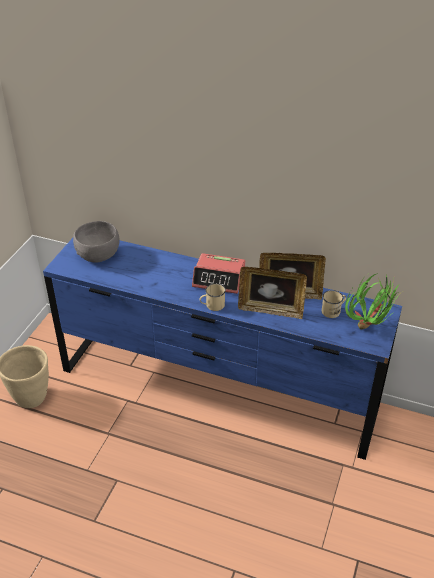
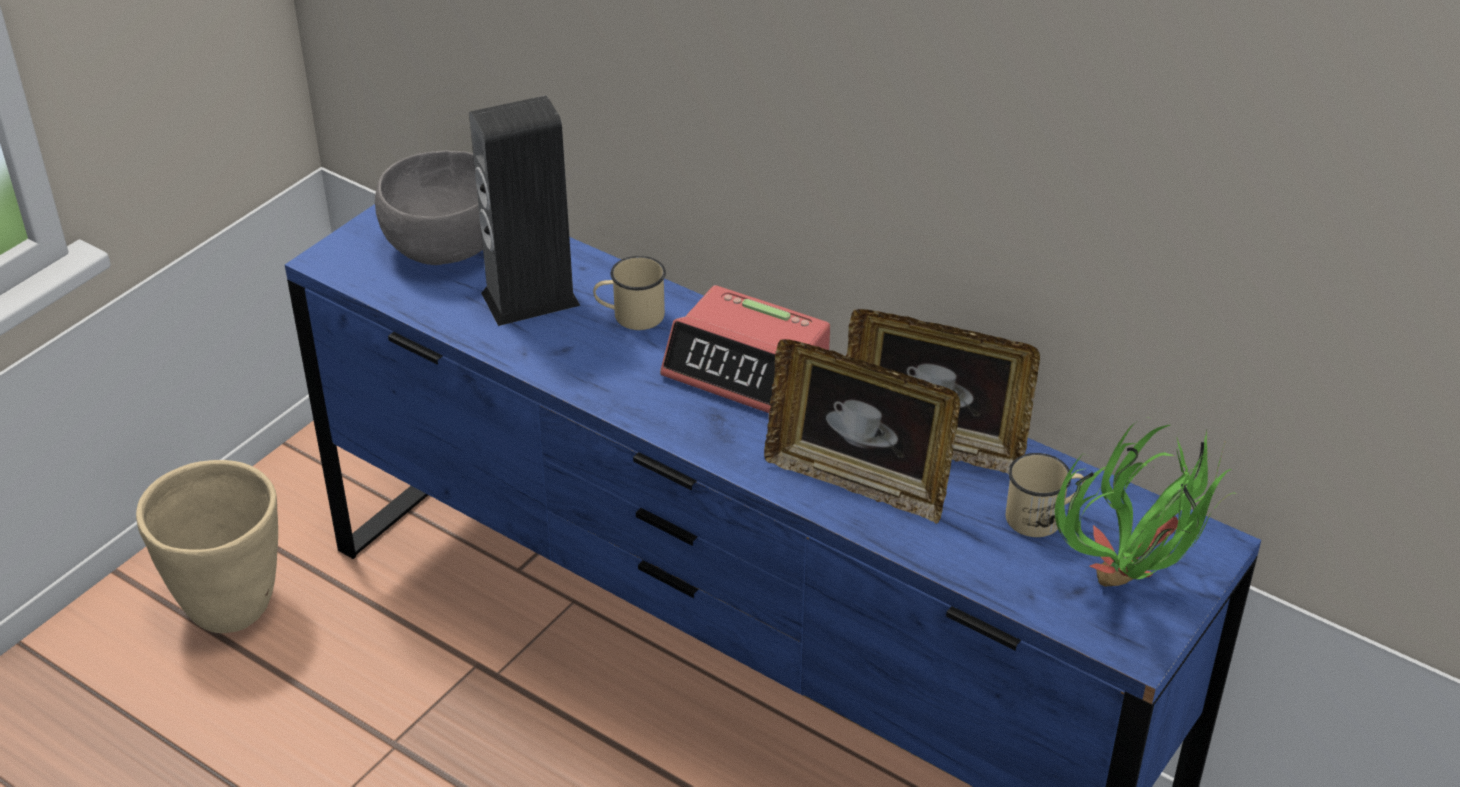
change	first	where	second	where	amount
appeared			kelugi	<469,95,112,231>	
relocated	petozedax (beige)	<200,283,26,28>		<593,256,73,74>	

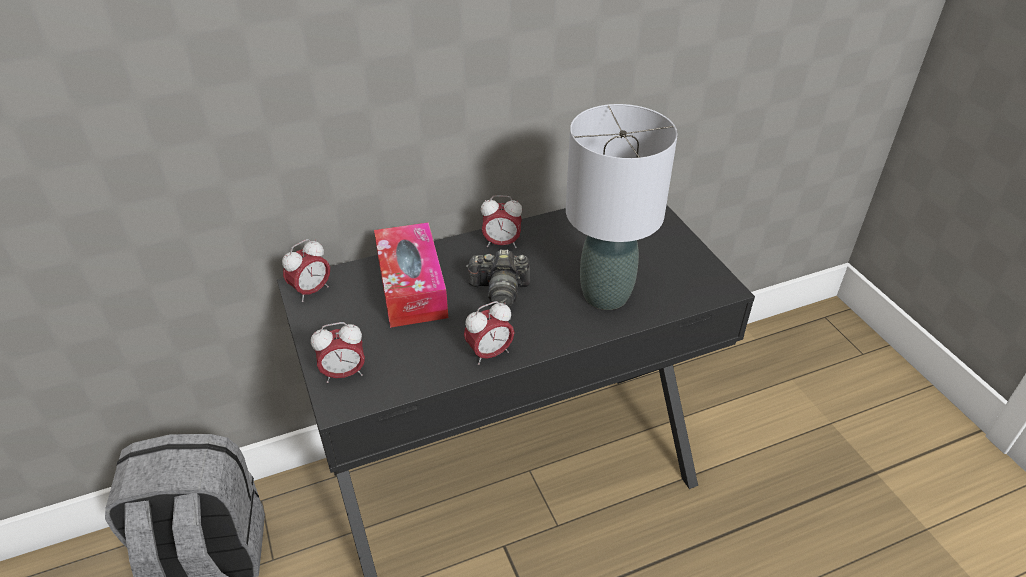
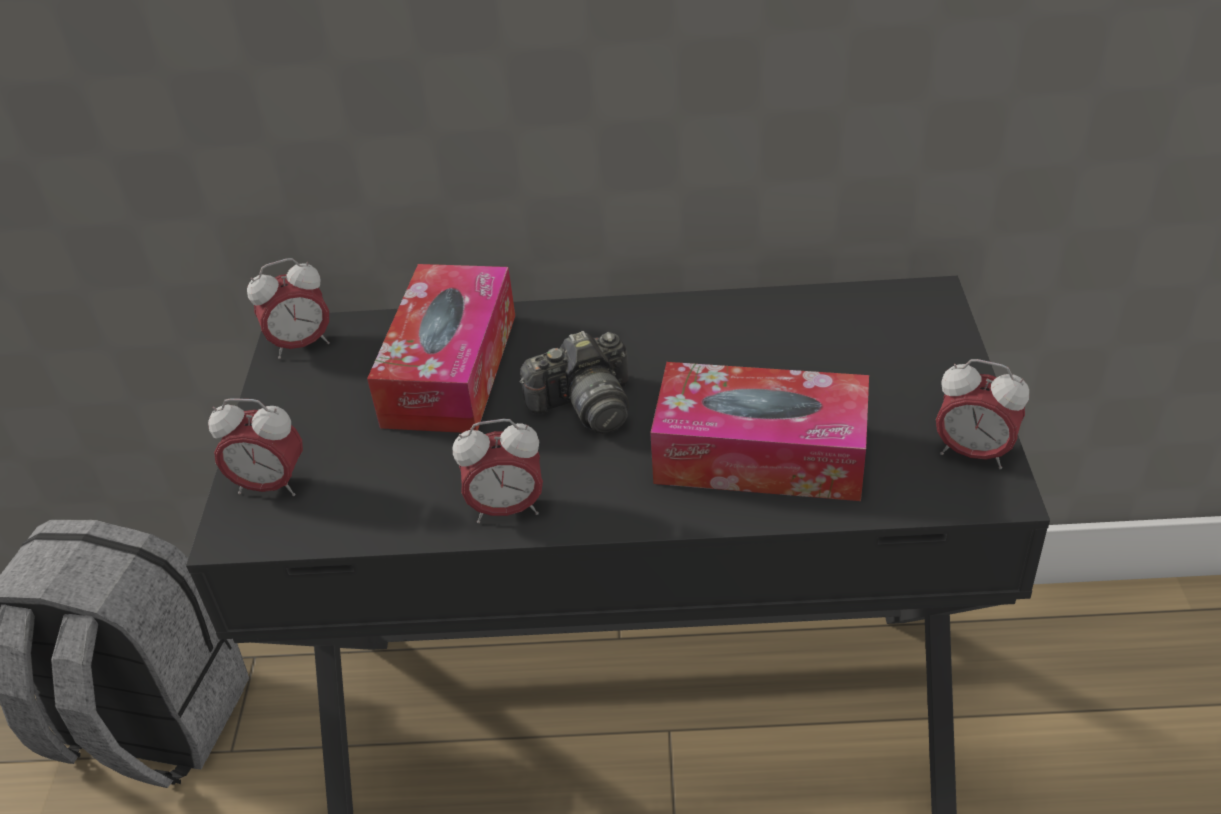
change	first	where	second	where	amount
relocated	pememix	<481,195,41,53>		<936,359,93,110>	
exchanged	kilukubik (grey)	<566,104,112,206>	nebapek	<650,362,219,139>	
spun	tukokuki	<466,249,64,58>		<520,331,109,103>	45 degrees counterclockwise

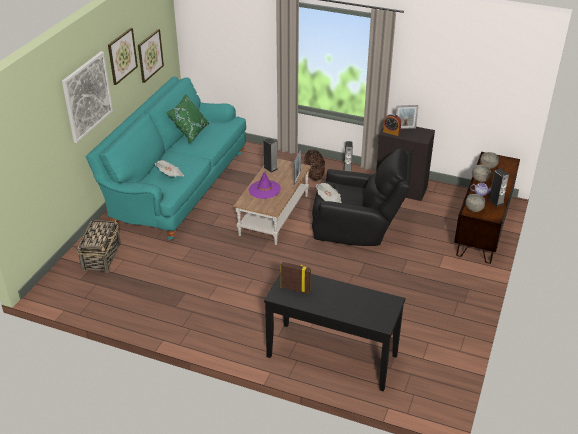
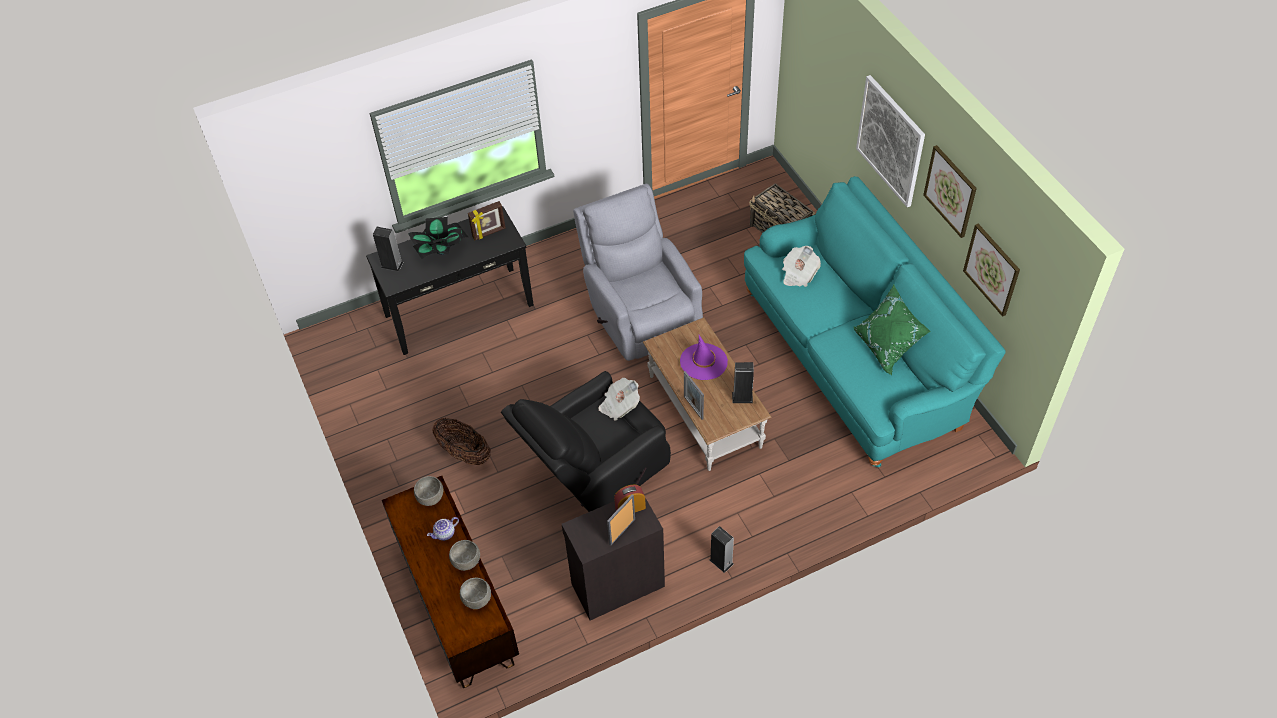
change	first	where	second	where	amount
appeared			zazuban	<408,217,60,42>	
appeared			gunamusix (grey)	<573,183,130,178>	
relocated	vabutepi	<304,150,21,31>		<432,418,59,47>	
relocated	kelugi	<488,168,21,39>		<373,227,30,45>	

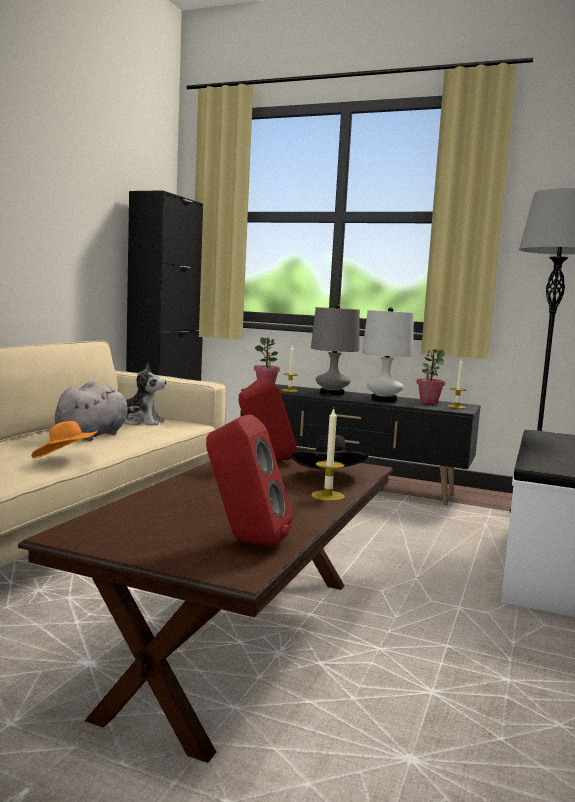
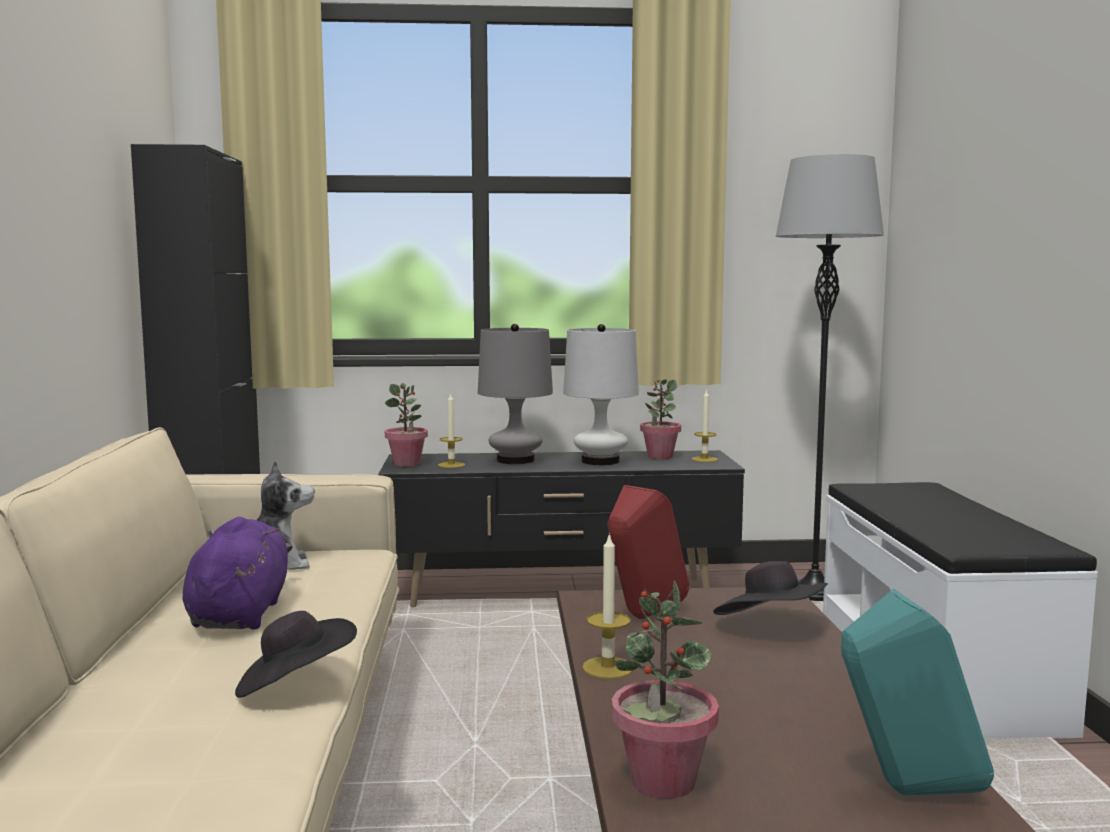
change	first	where	second	where	amount
appeared			zazuban	<612,580,107,219>	
relocated	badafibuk	<311,408,34,93>		<582,532,51,147>	
colour	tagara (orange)	<31,421,67,37>	tagara (black)	<235,611,122,87>	
colour	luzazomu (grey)	<55,381,85,60>	luzazomu (purple)	<182,517,111,112>	
colour	kelugi (red)	<206,415,87,132>	kelugi (turquoise)	<841,589,153,206>	

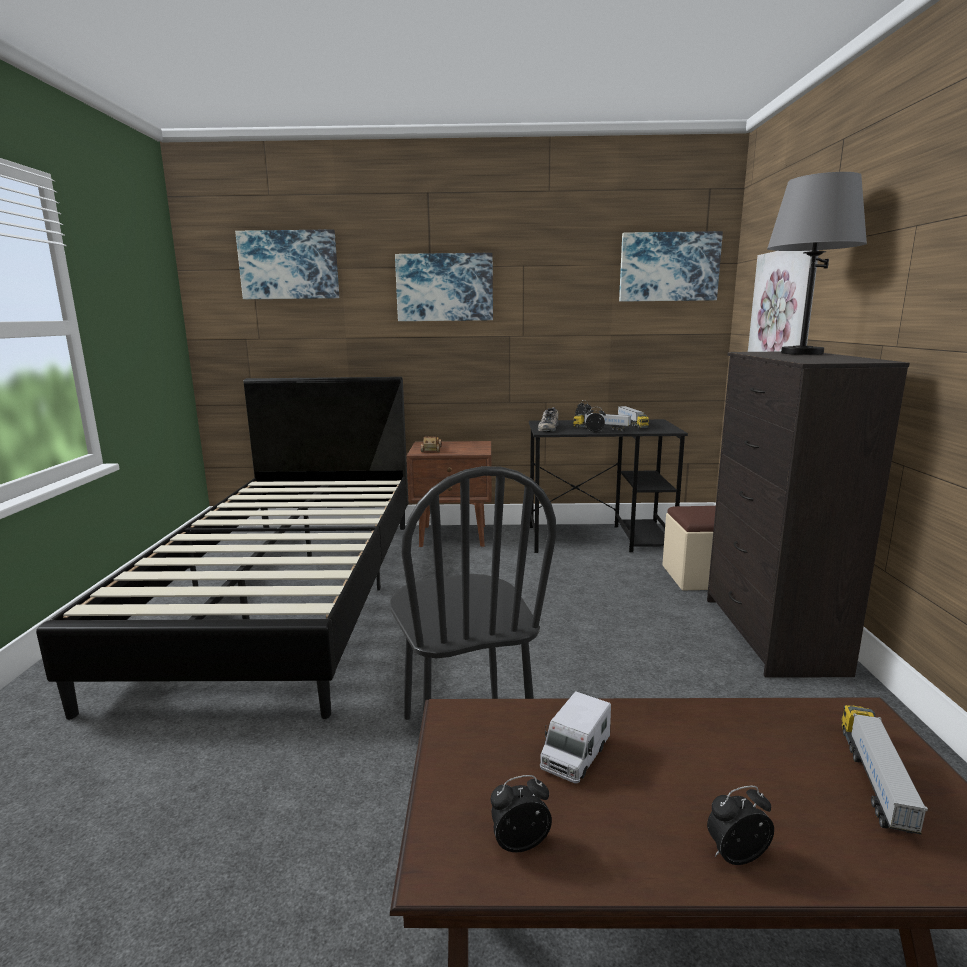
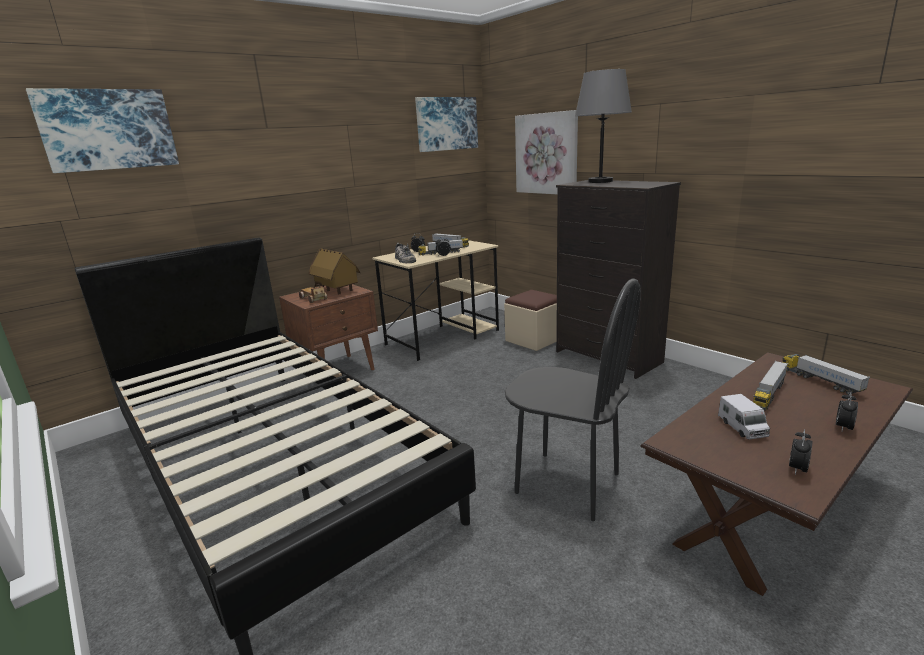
change	first	where	second	where	amount
missing	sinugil	<395,253,98,68>			
appeared			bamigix	<308,248,52,46>	
appeared			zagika	<753,361,35,50>	
colour	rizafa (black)	<529,419,159,134>	rizafa (beige)	<372,240,127,121>	

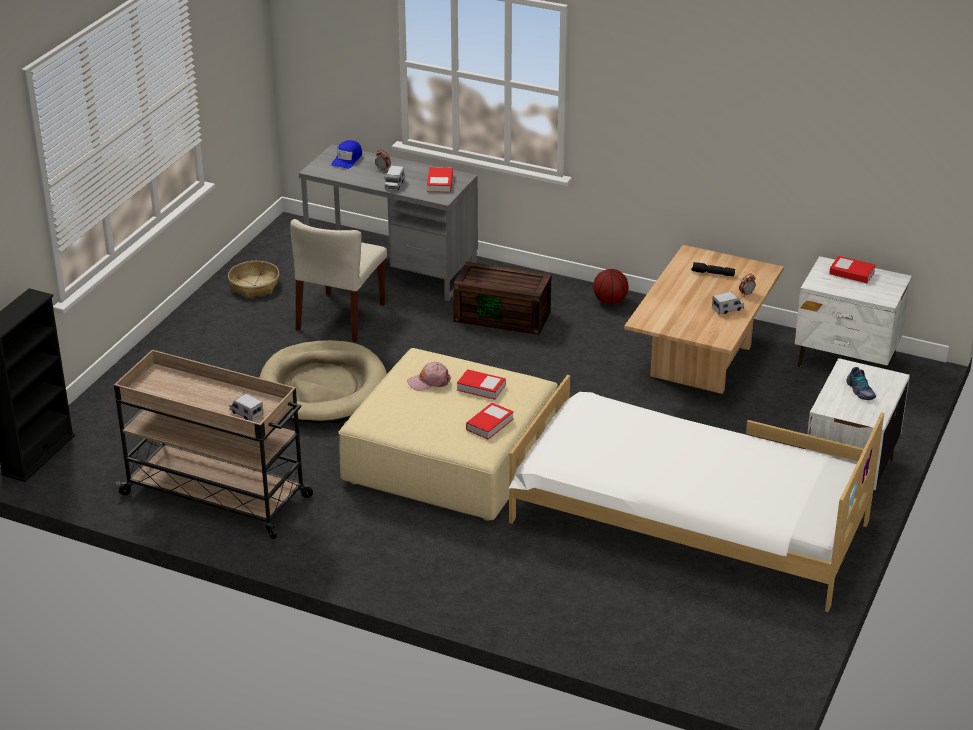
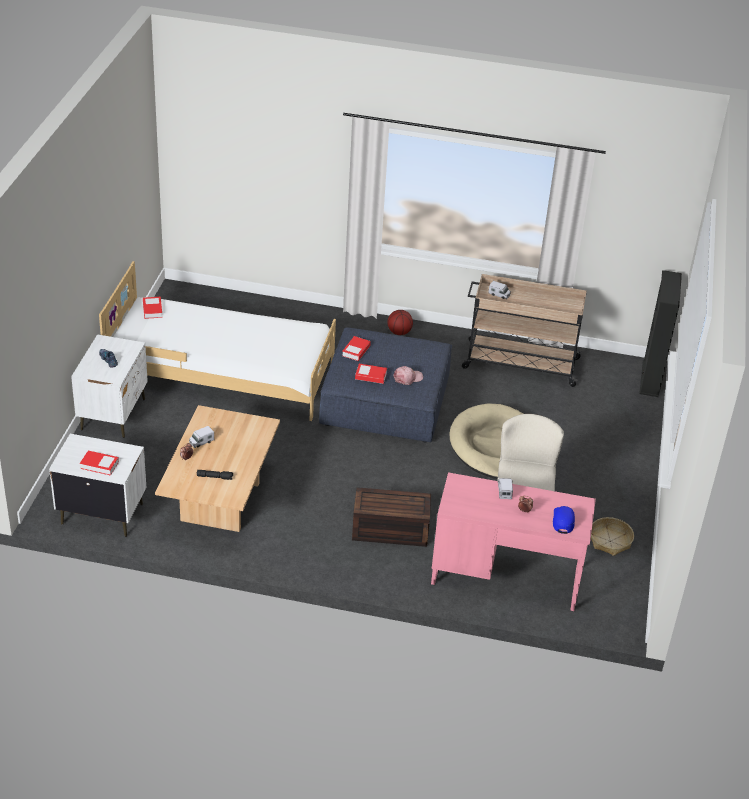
change	first	where	second	where	amount
relocated	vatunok	<427,167,26,26>		<143,297,20,22>	
relocated	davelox	<593,269,36,35>		<387,310,26,25>	
colour	rizafa (grey)	<299,144,179,157>	rizafa (pink)	<431,472,165,139>	
colour	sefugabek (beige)	<338,348,219,173>	sefugabek (blue)	<319,327,133,115>	

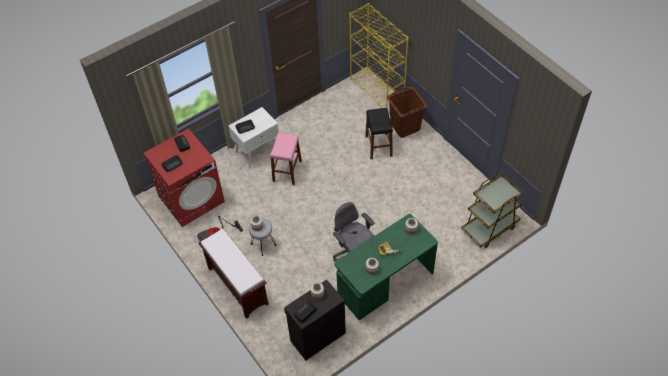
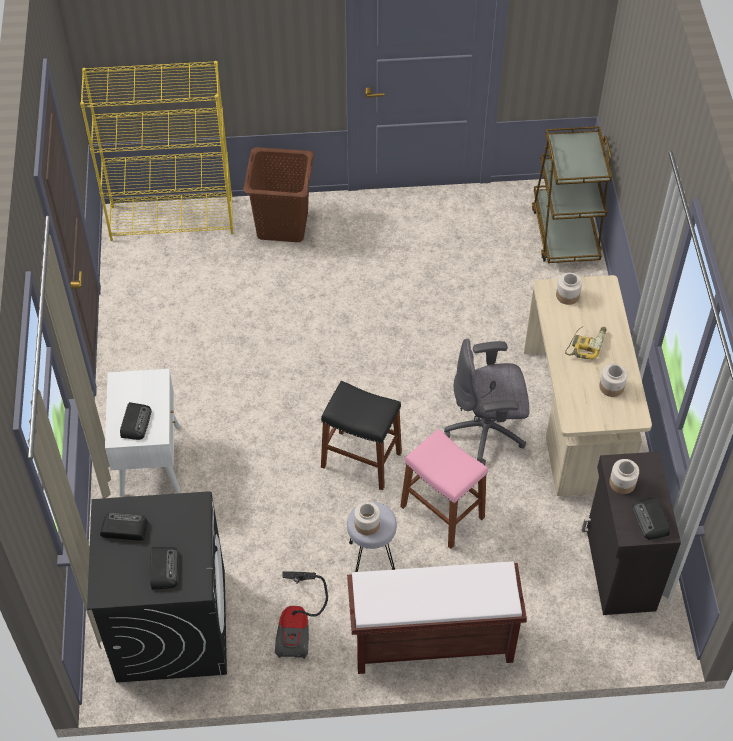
change	first	where	second	where	amount
relocated	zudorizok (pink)	<270,133,32,52>		<400,429,88,120>	
relocated	zudorizok (black)	<365,108,28,51>		<321,381,81,110>	
colour	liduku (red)	<143,128,82,99>	liduku (black)	<87,491,140,192>	
colour	rizafa (green)	<334,214,104,106>	rizafa (beige)	<524,275,128,221>	

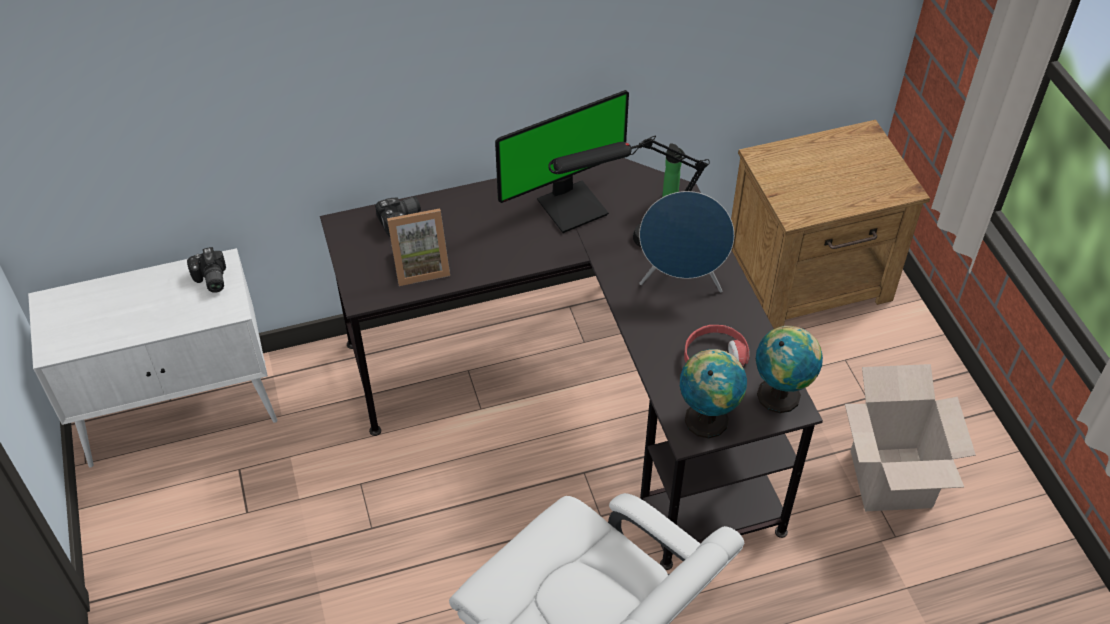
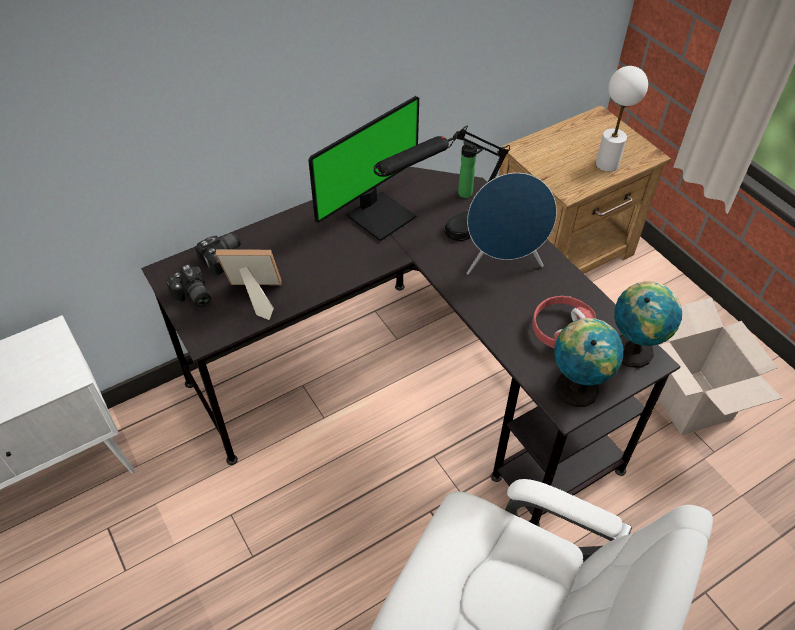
change	first	where	second	where	amount
appeared			kilukubik (white)	<596,66,52,106>	
relocated	tukokuki	<187,247,39,46>		<166,264,45,44>	
spun	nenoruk	<387,208,63,78>		<216,249,65,71>	150 degrees counterclockwise

